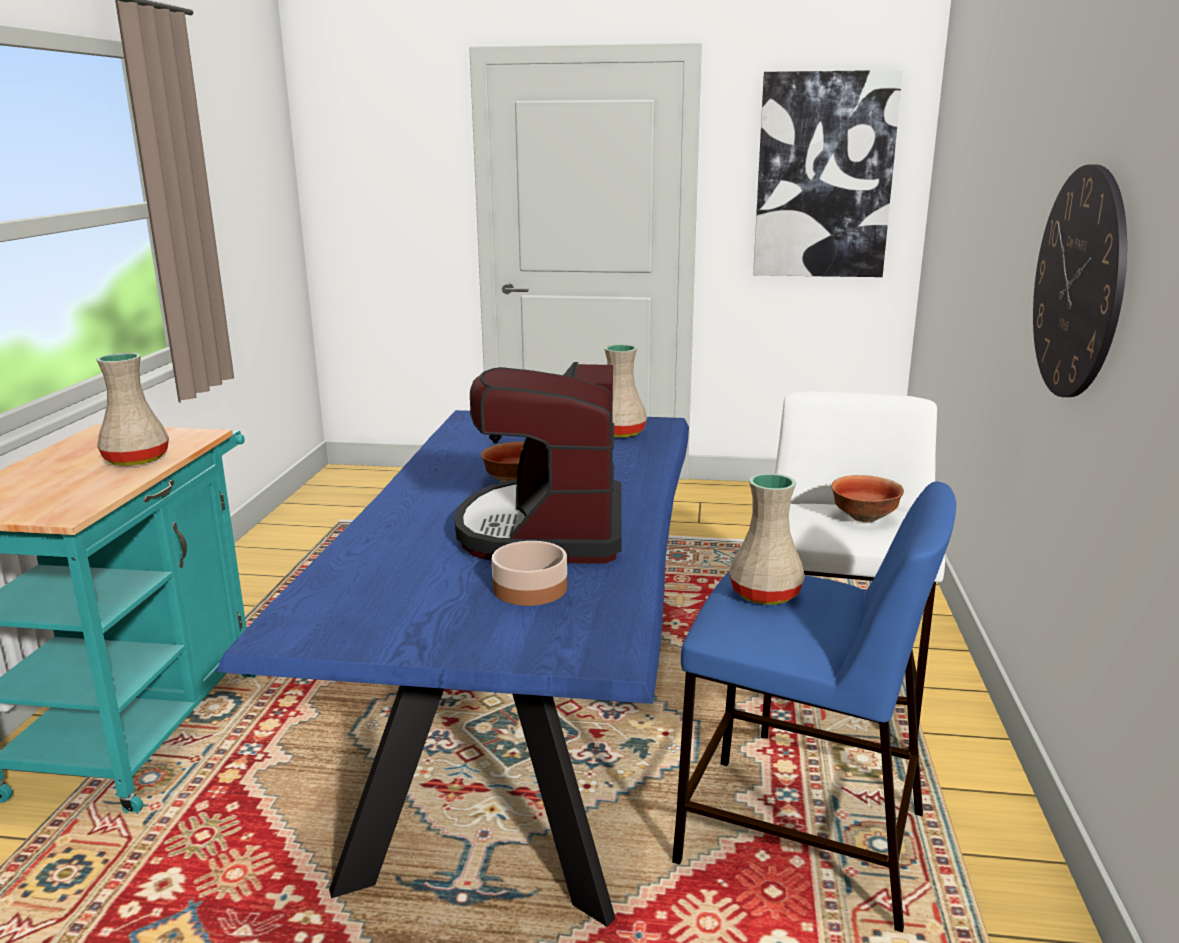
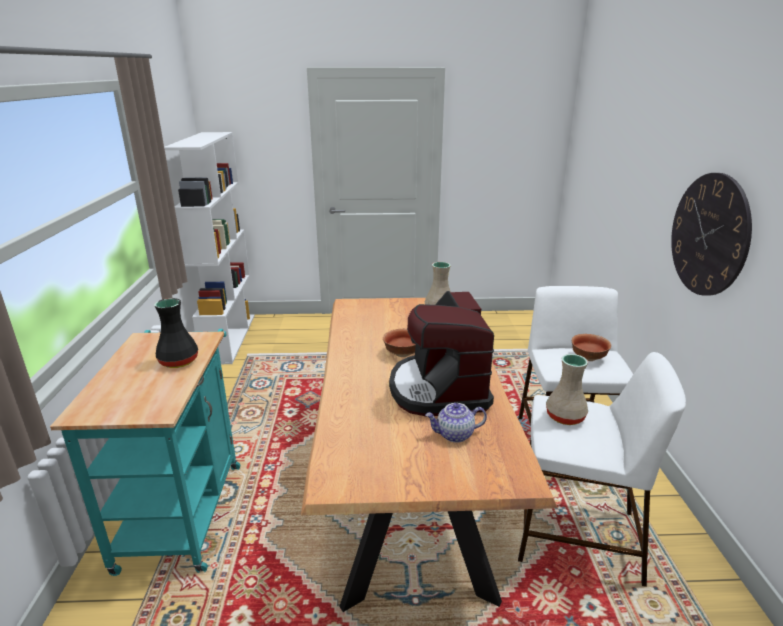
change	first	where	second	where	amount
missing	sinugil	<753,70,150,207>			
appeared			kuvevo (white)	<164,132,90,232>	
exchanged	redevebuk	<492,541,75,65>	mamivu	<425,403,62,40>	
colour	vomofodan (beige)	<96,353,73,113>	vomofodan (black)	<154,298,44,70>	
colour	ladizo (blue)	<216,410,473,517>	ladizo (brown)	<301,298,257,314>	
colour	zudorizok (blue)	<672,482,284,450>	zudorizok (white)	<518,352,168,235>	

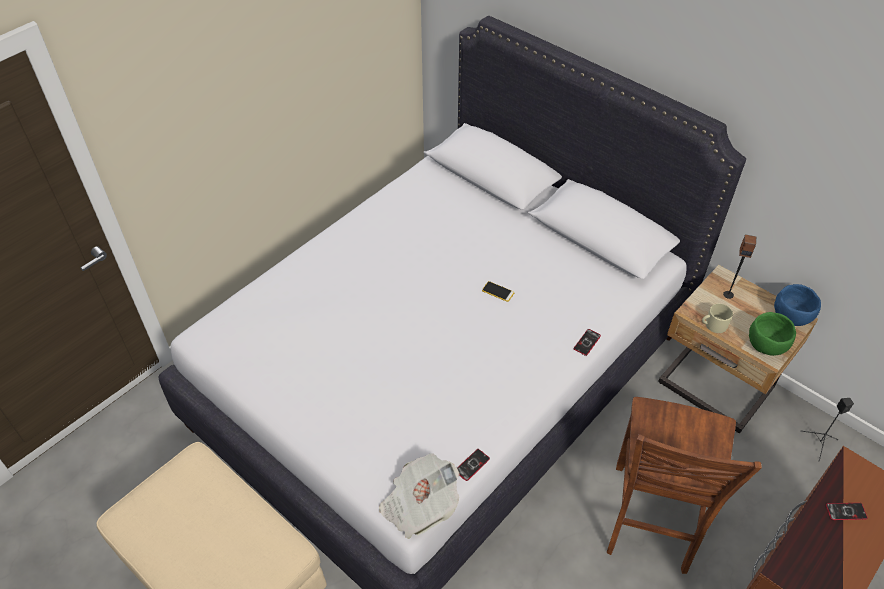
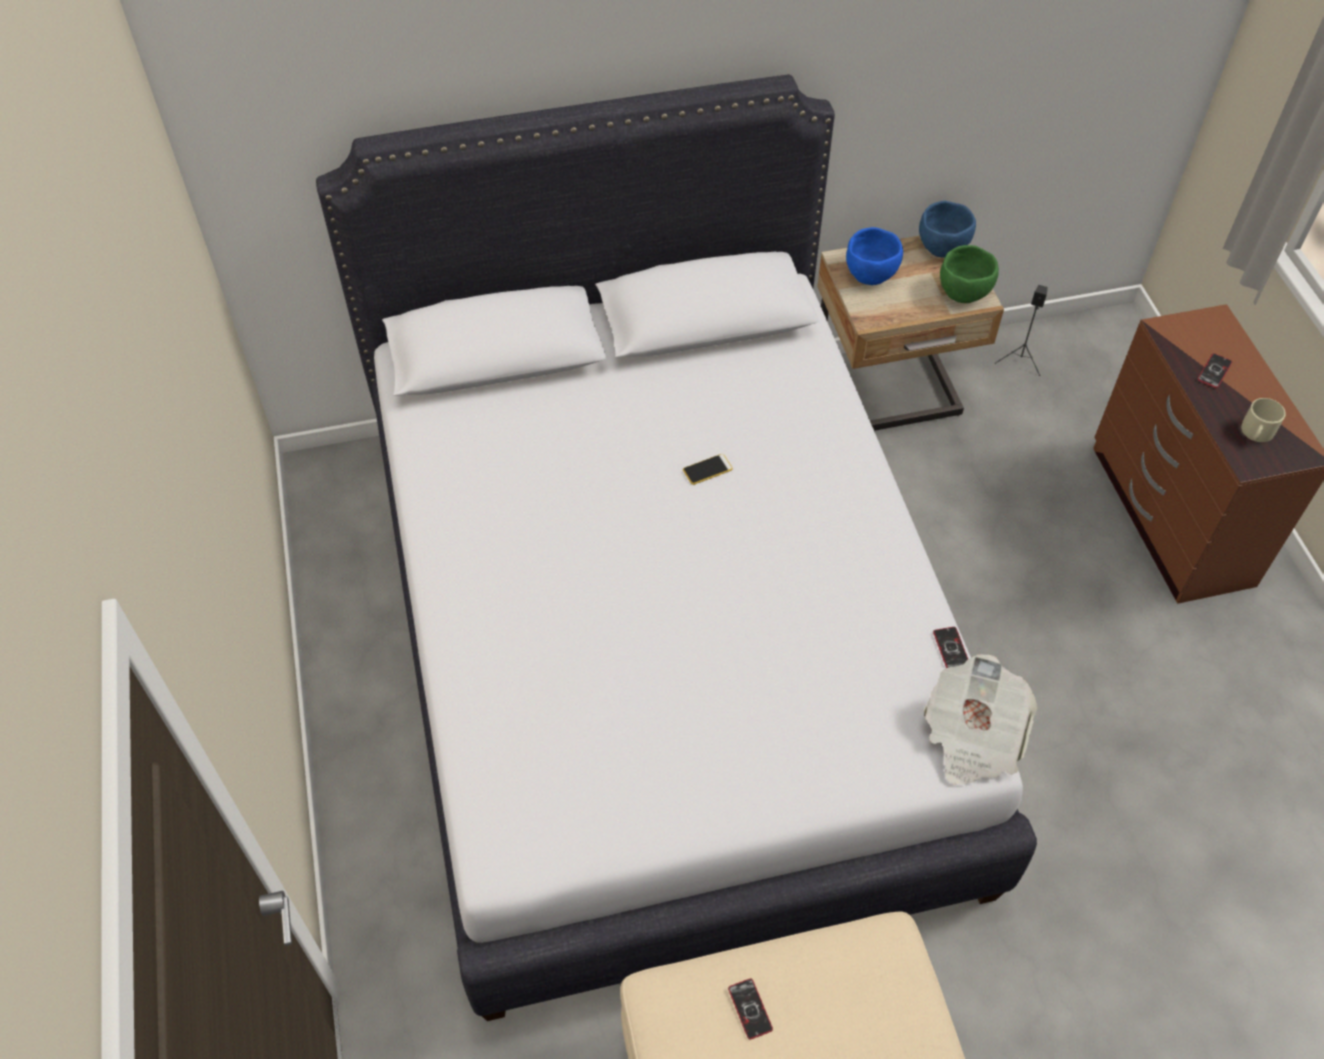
change	first	where	second	where	amount
missing	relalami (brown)	<607,397,155,177>			
relocated	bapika	<574,329,27,27>		<728,978,45,62>	
relocated	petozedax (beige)	<702,304,31,29>		<1241,398,45,44>	
exchanged	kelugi	<723,234,33,65>	redevebuk (blue)	<846,227,57,58>	

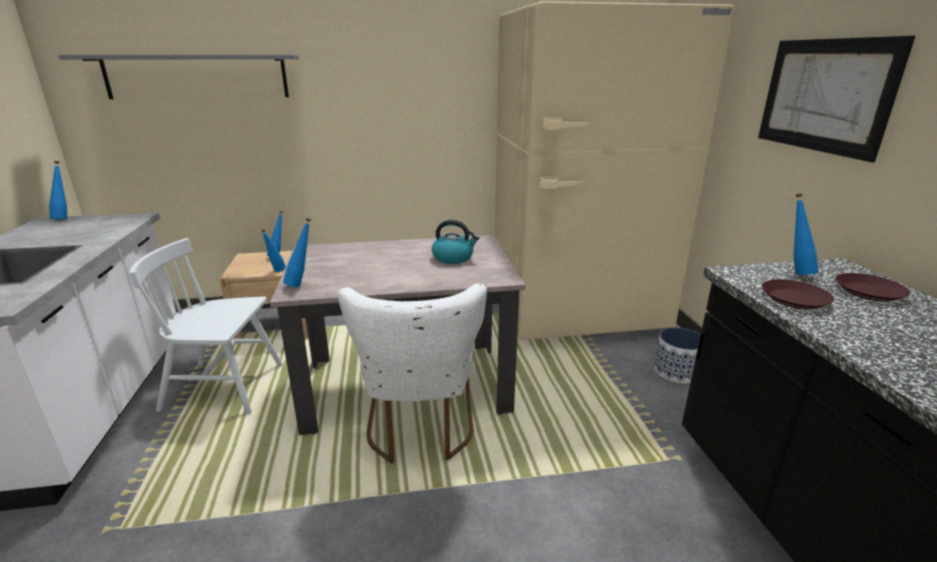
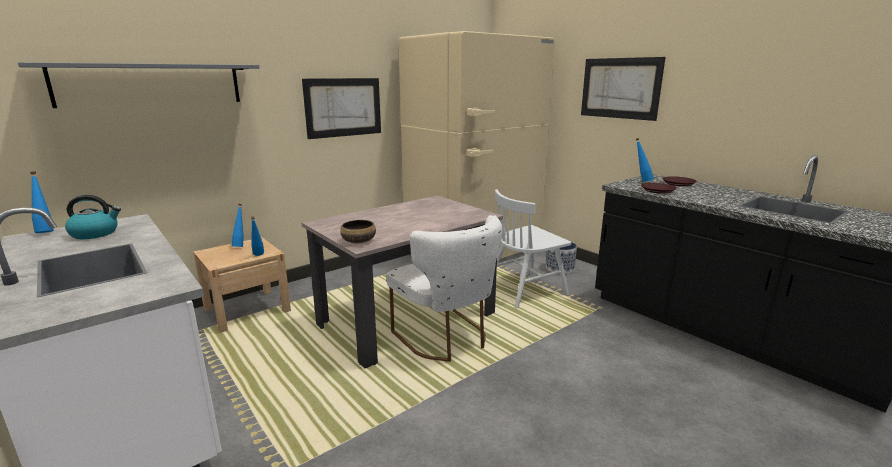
change	first	where	second	where	amount
appeared			sinugil	<302,78,79,61>	
relocated	relalami (white)	<130,238,153,176>		<495,189,76,119>	
relocated	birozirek	<432,220,48,44>		<65,195,56,44>	
exchanged	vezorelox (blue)	<283,218,28,69>	redevebuk	<340,220,36,23>	

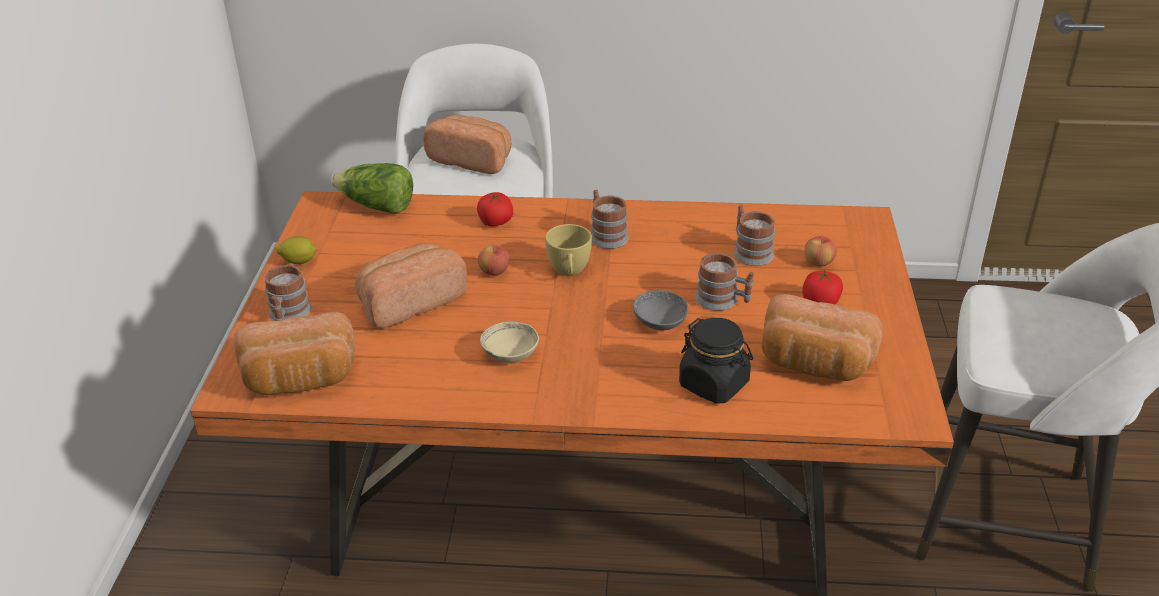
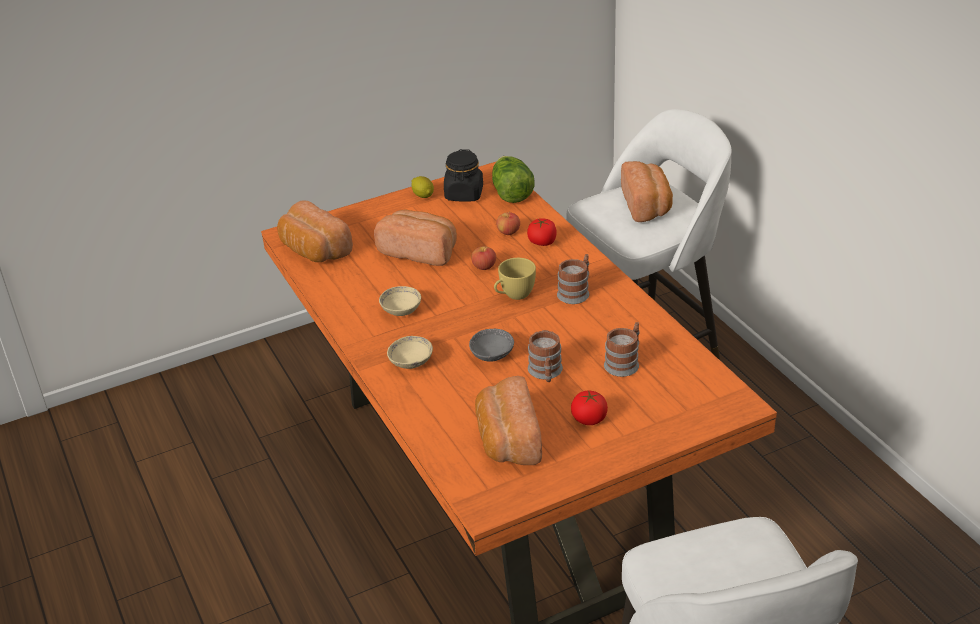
change	first	where	second	where	amount
missing	petozedax	<265,264,46,57>			
appeared			redevebuk (beige)	<387,336,46,33>	
relocated	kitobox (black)	<679,318,74,86>		<444,149,39,53>	
relocated	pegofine	<804,235,33,32>		<496,211,24,24>	

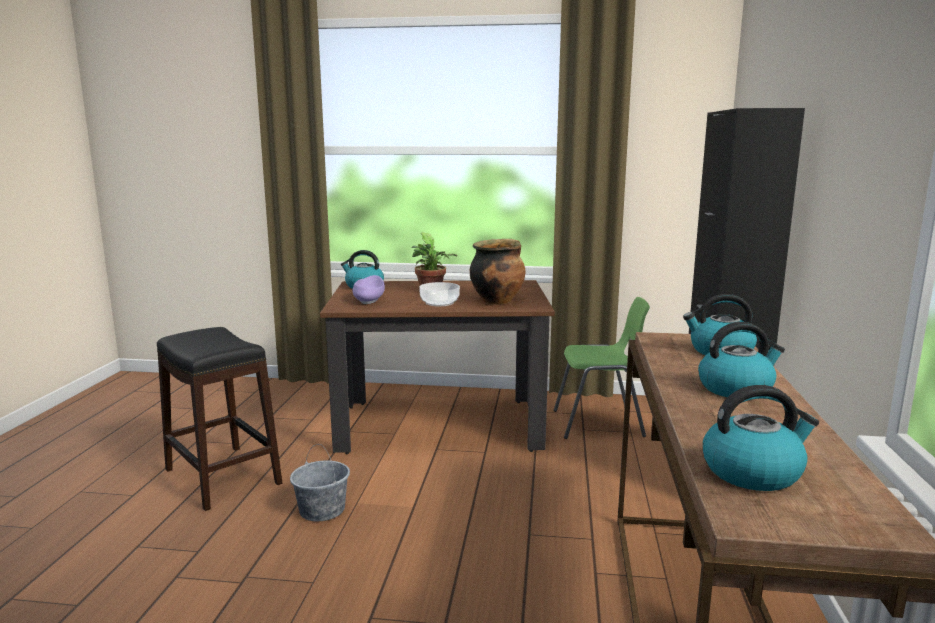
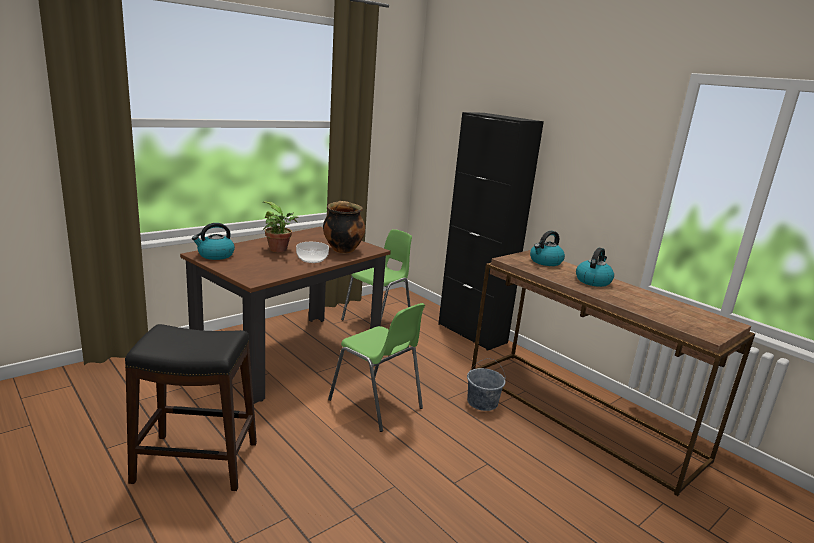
change	first	where	second	where	amount
missing	redevebuk (purple)	<353,275,32,29>			
missing	birozirek	<703,385,116,106>			
appeared			relalami (green)	<328,303,97,129>	
relocated	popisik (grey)	<290,444,60,77>		<467,358,38,53>	

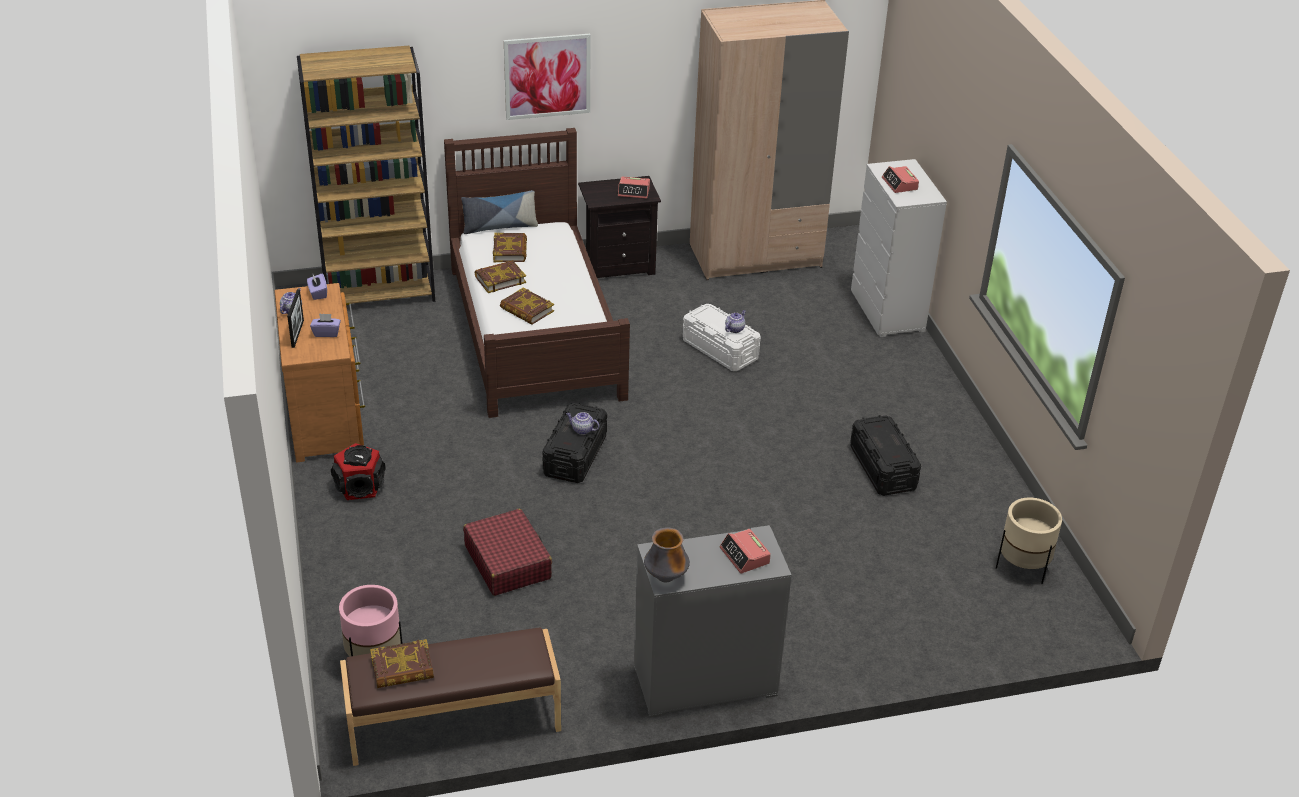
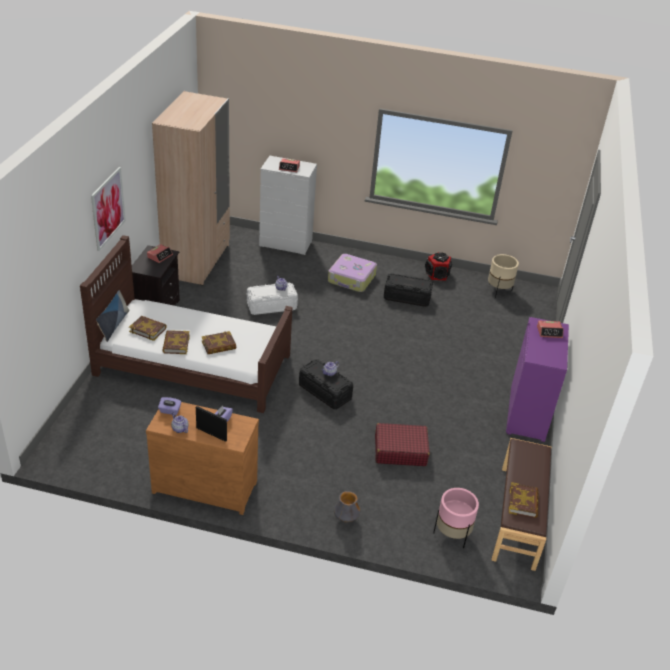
change	first	where	second	where	amount
missing	kuvevo (brown)	<297,46,138,258>			
appeared			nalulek	<328,254,49,38>	
relocated	kelugi	<331,443,54,57>		<425,252,27,29>	
relocated	vomofodan	<644,527,46,56>		<334,491,26,32>	
colour	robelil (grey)	<634,525,158,193>	robelil (purple)	<506,317,63,125>	

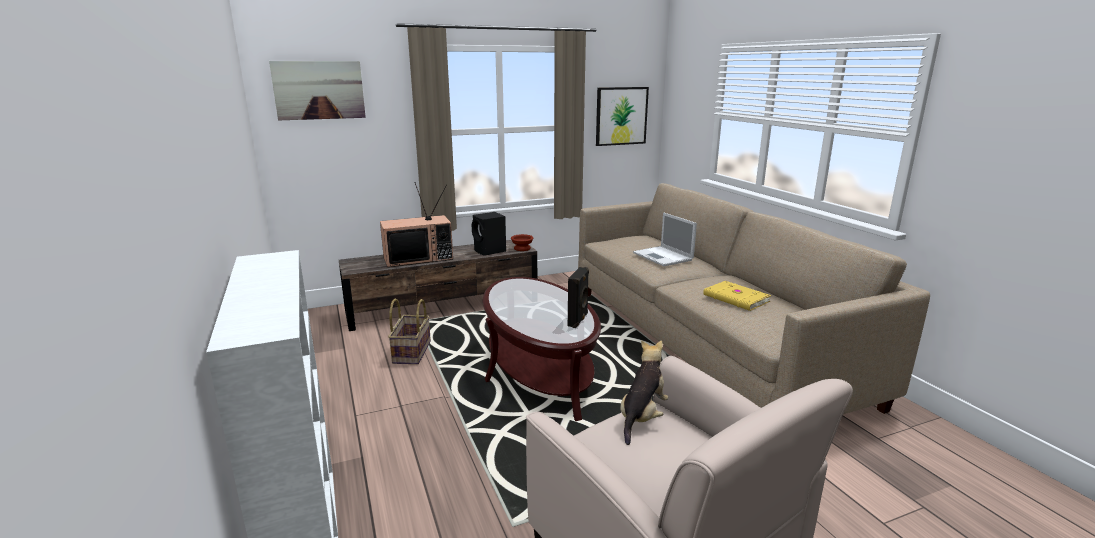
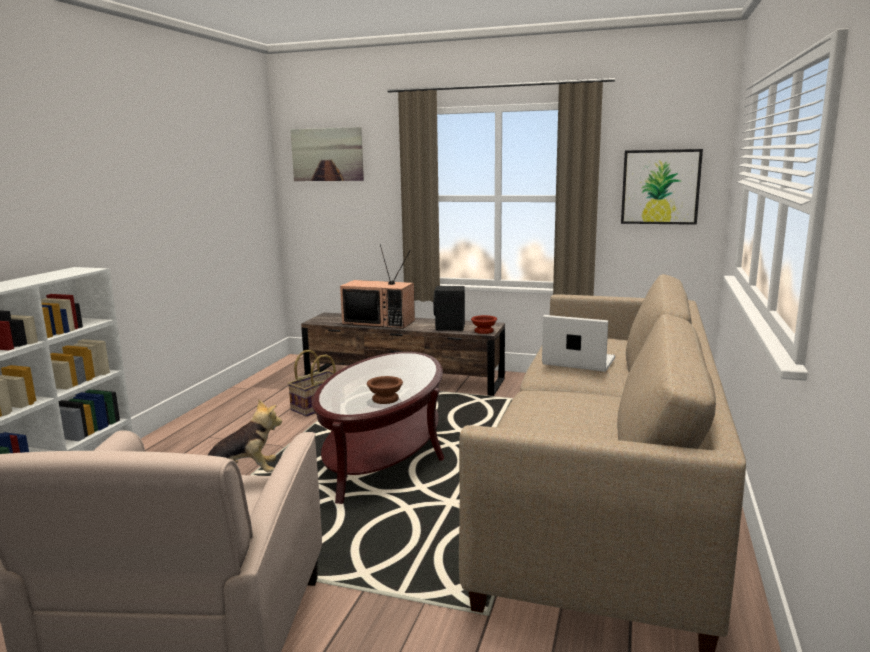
change	first	where	second	where	amount
missing	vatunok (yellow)	<703,281,68,30>			
exchanged	kelugi (black)	<568,267,21,61>	redevebuk (brown)	<367,376,36,28>	
spun	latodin	<633,212,64,54>		<542,315,73,57>	105 degrees clockwise

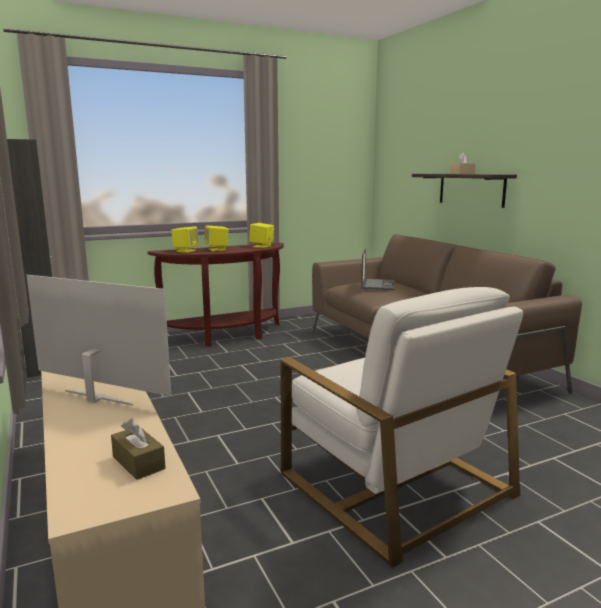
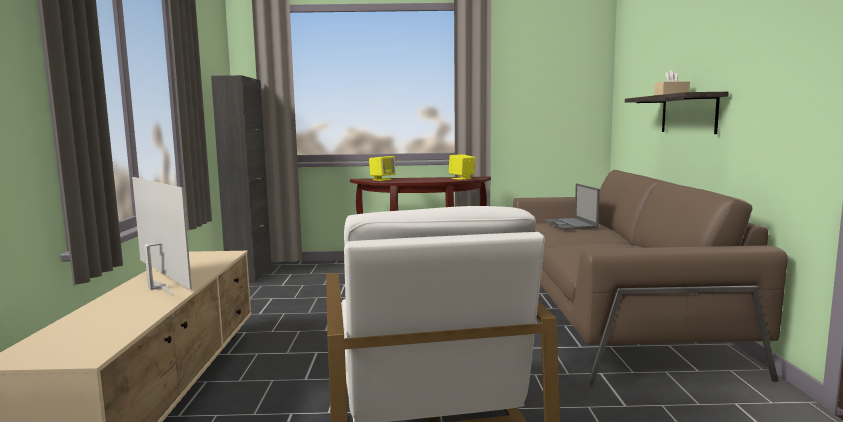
change	first	where	second	where	amount
missing	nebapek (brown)	<111,418,54,62>			
missing	kelugi (yellow)	<205,225,23,26>			
spun	latodin	<361,249,34,41>		<543,183,57,47>	135 degrees clockwise

